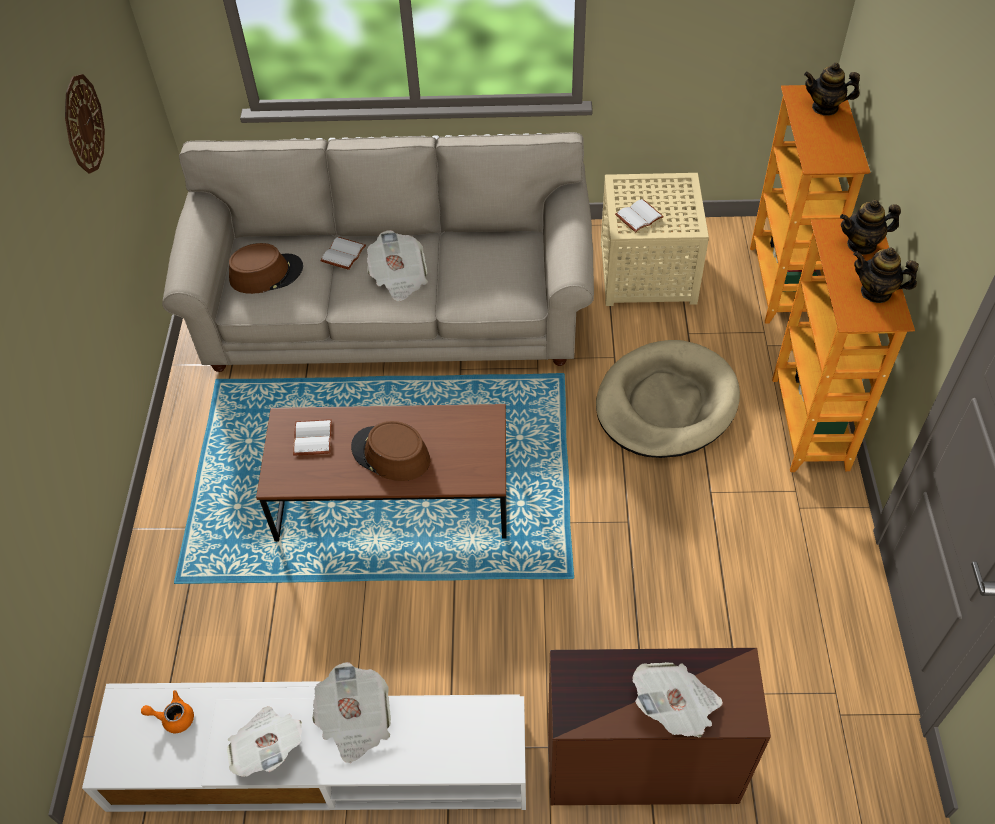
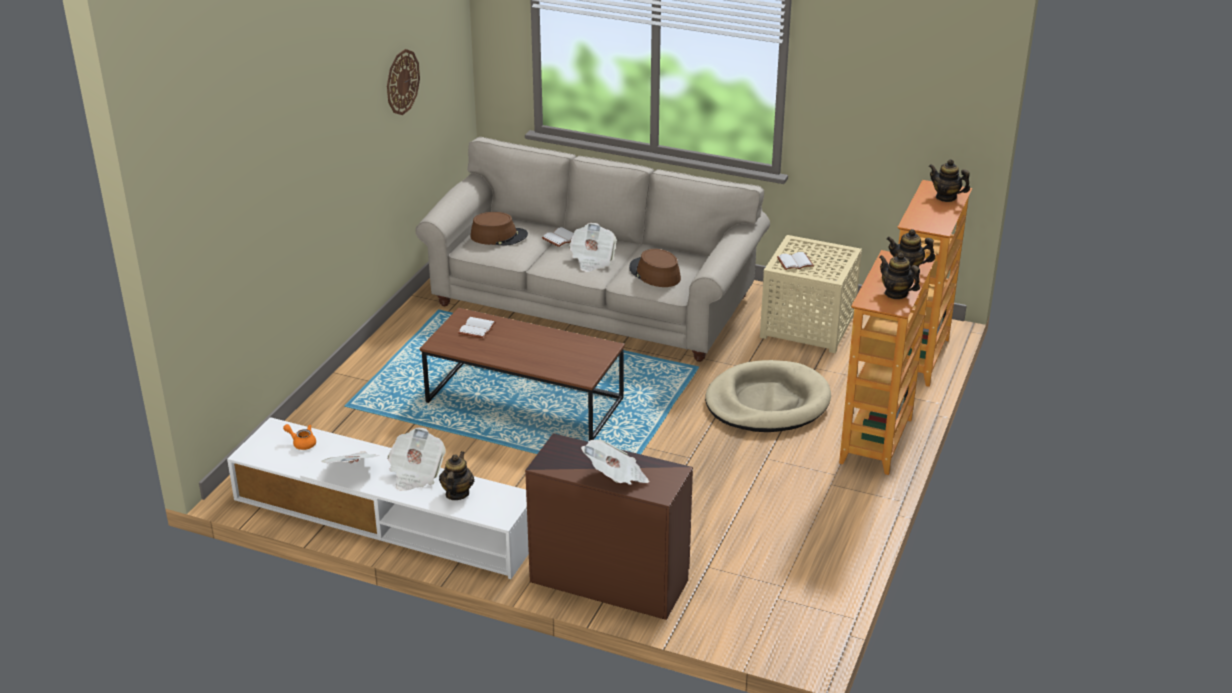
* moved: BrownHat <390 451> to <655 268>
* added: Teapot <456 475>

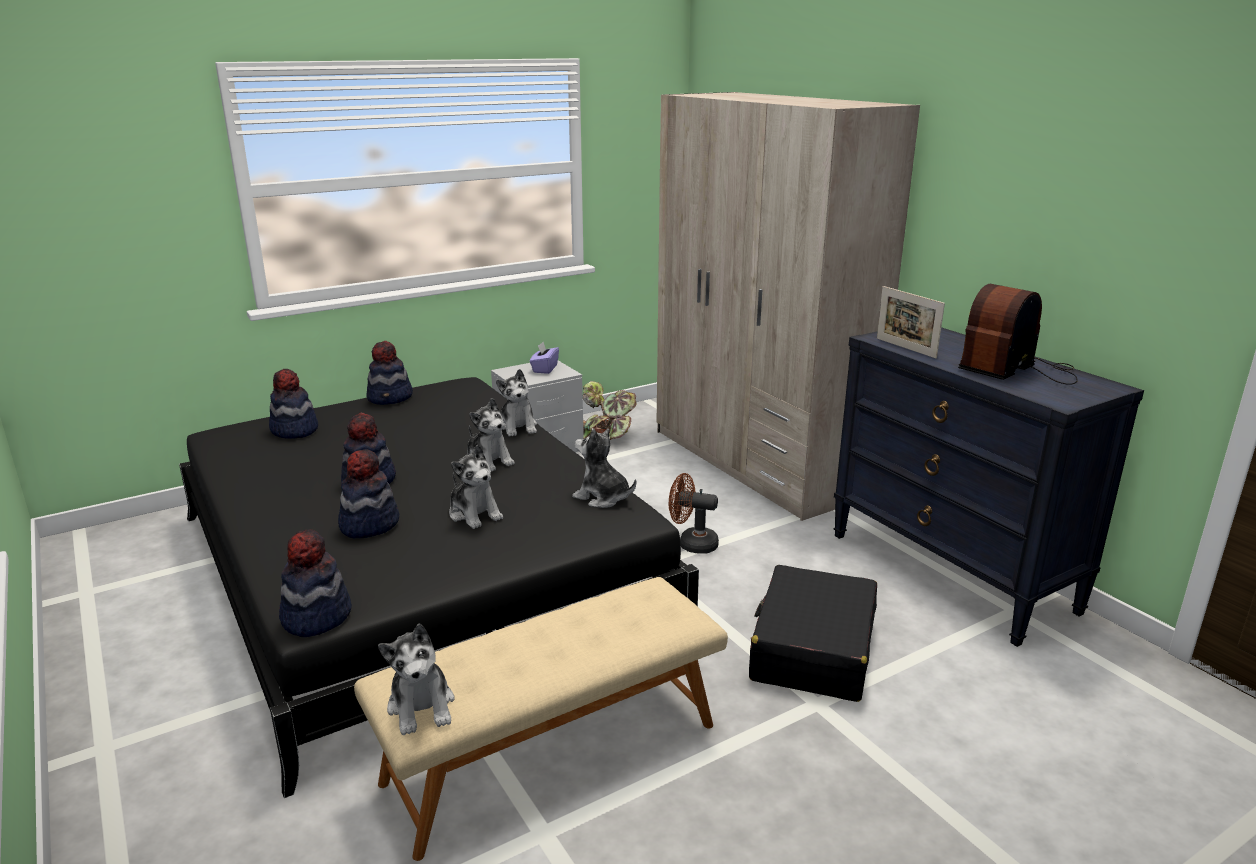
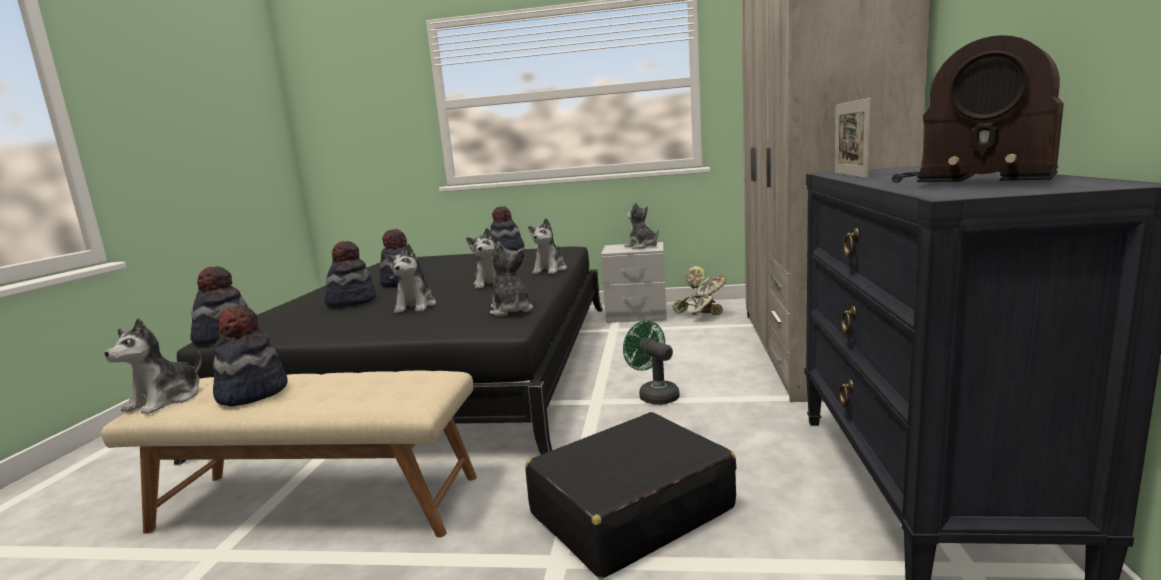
* turned: Radio <1018 334> = <978 109> 135 degrees counterclockwise
* replaced: PurpleTissueBox <544 358> to PlushToy <642 225>
* moved: Hat <293 404> to <250 356>
* recoloured: BrownFan <694 513> to GreenFan <651 363>

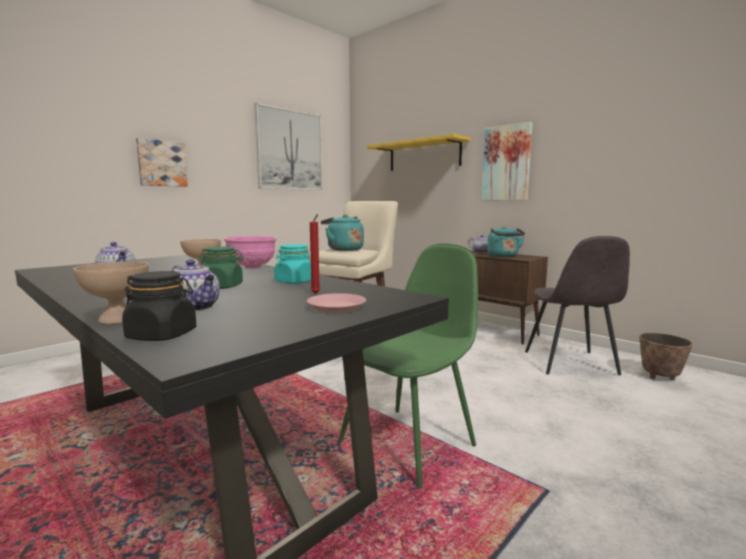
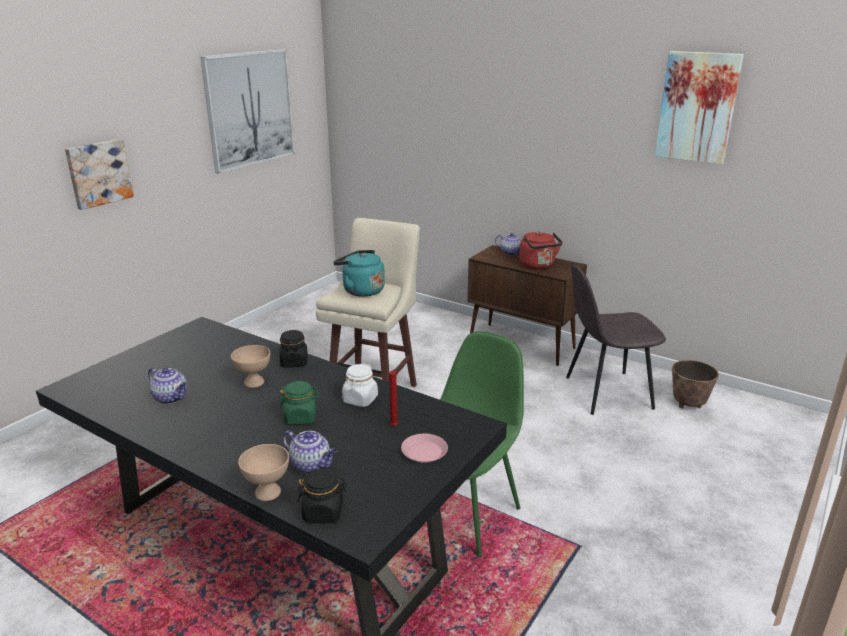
* moved: Picture <507 161> to <699 108>
* removed: YellowShelf <419 152>
* recoloured: TurquoiseKettle <506 241> to RedKettle <541 250>
* replaced: PinkBowl <250 252> to BlackJar <293 349>
* turned: GreyChair <577 305> = <616 339> 90 degrees clockwise
* recoloured: TurquoiseJar <292 264> to WhiteJar <360 385>

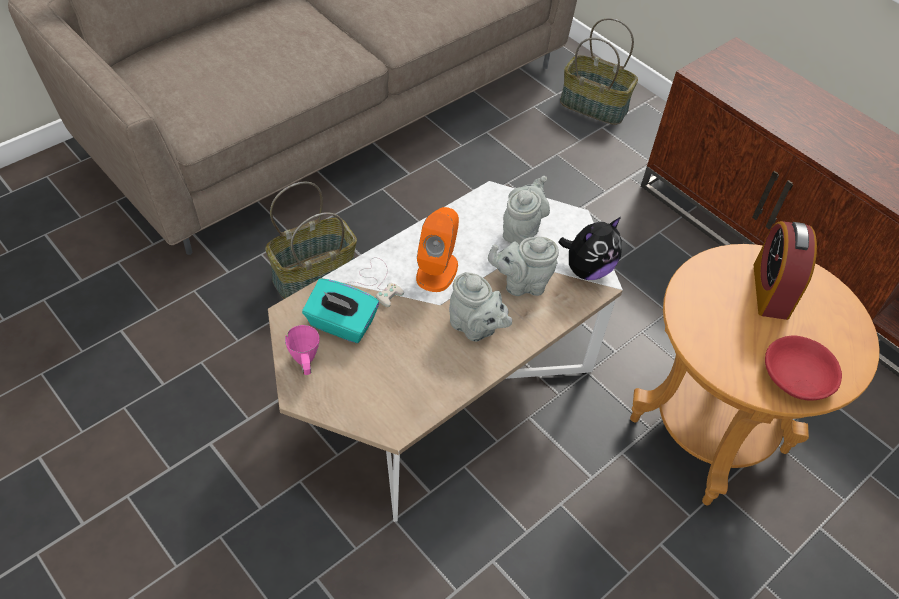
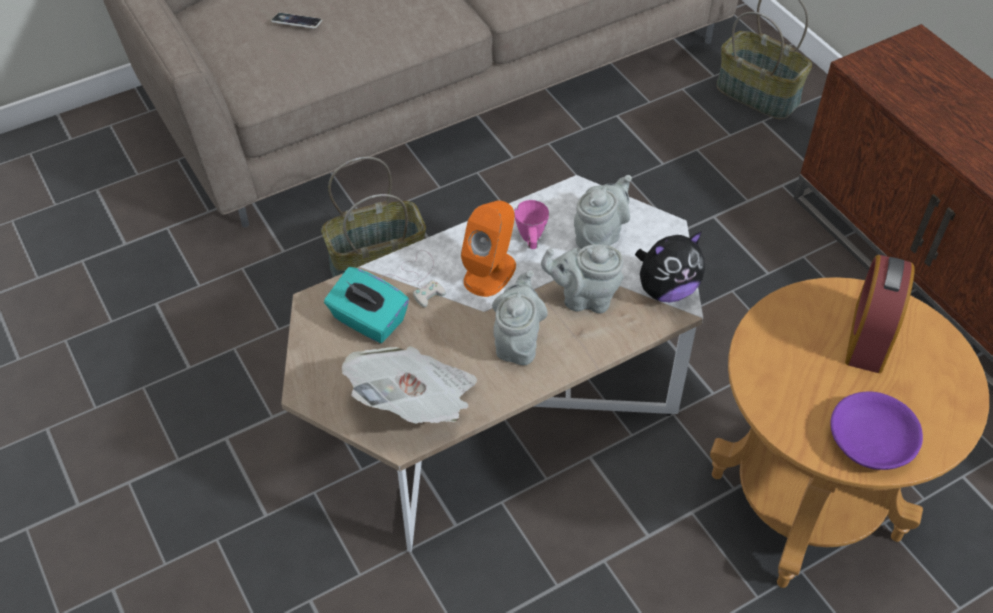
* turned: GreyTeapot <480 307> = <520 317> 135 degrees counterclockwise
* moved: PinkMug <302 350> to <531 224>
* recoloured: RedBowl <803 368> to PurpleBowl <877 430>
* added: Phone <296 20>
* added: Newspaper <409 385>

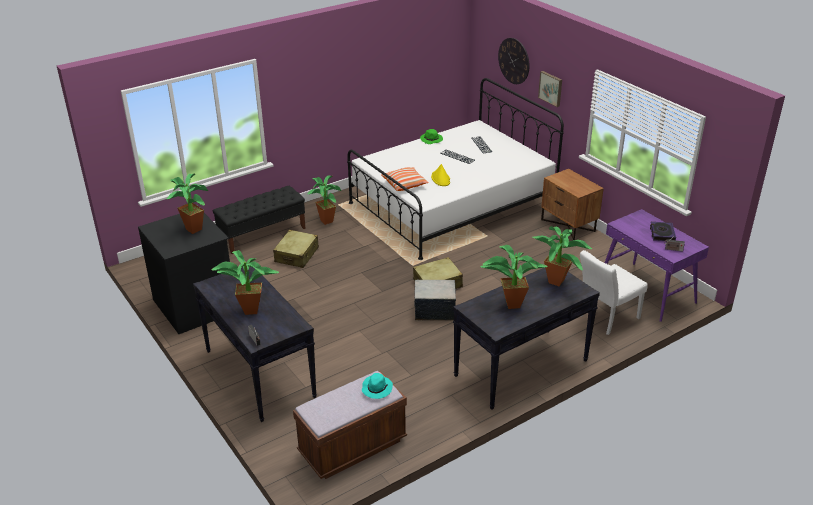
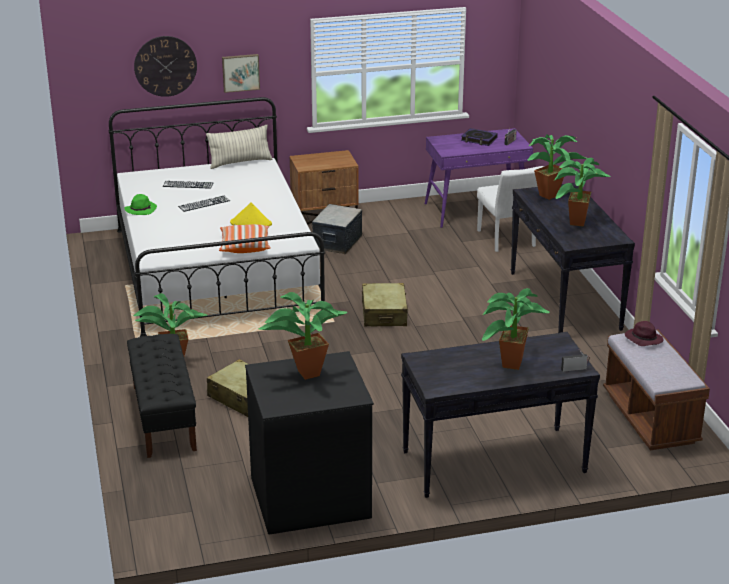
* moved: StorageBox <435 300> to <337 229>
* recoloured: TurquoiseHat <377 386> to PurpleHat <644 333>
* added: Pillow <239 147>

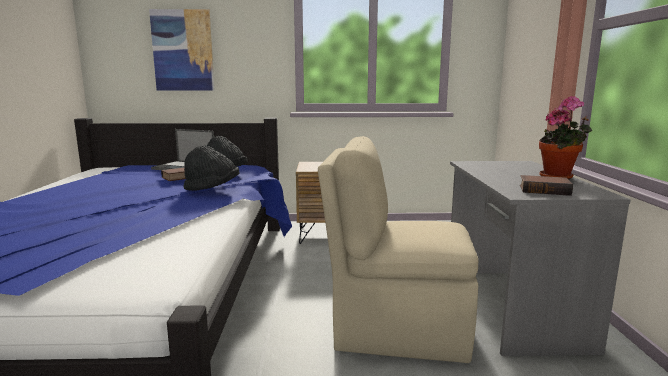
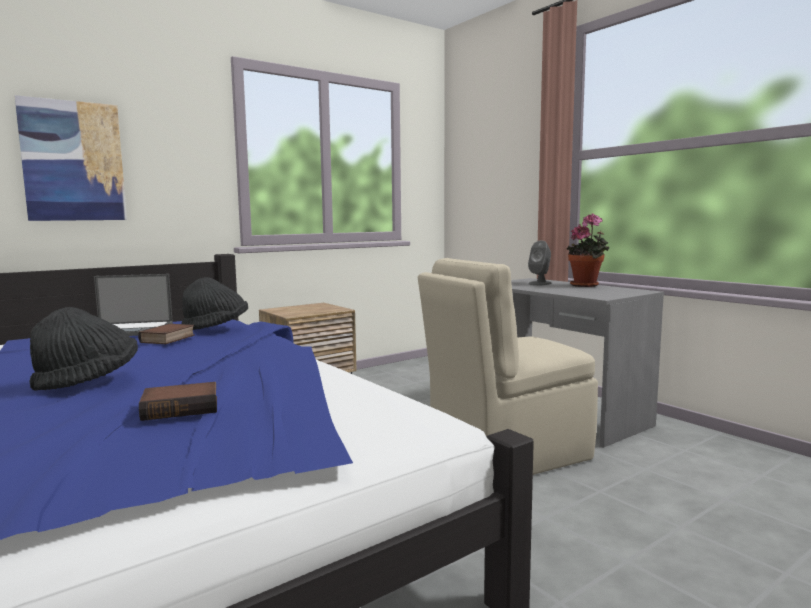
* moved: BlackHat <211 168> to <83 349>
* moved: Book <546 185> to <178 401>
* added: GreySpeaker <540 263>

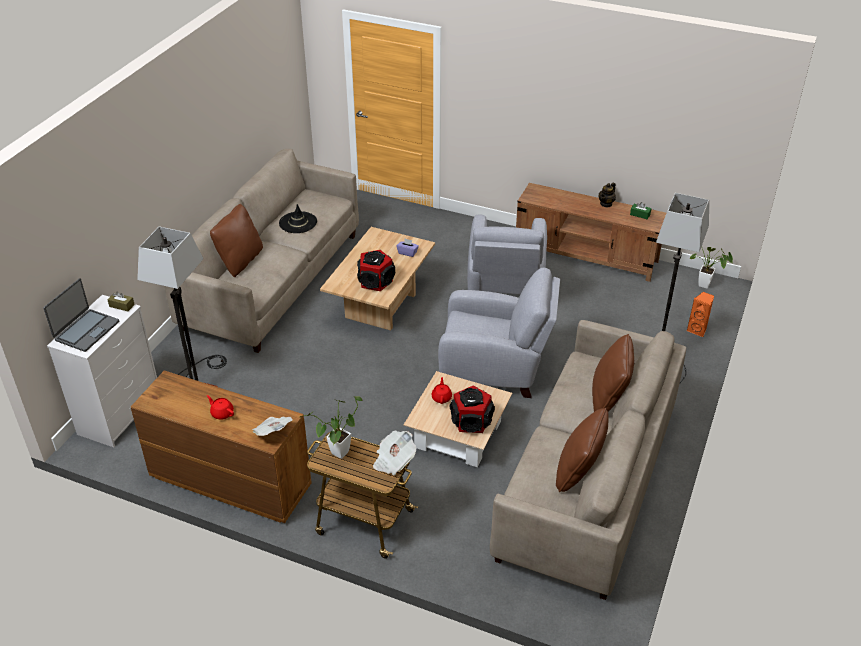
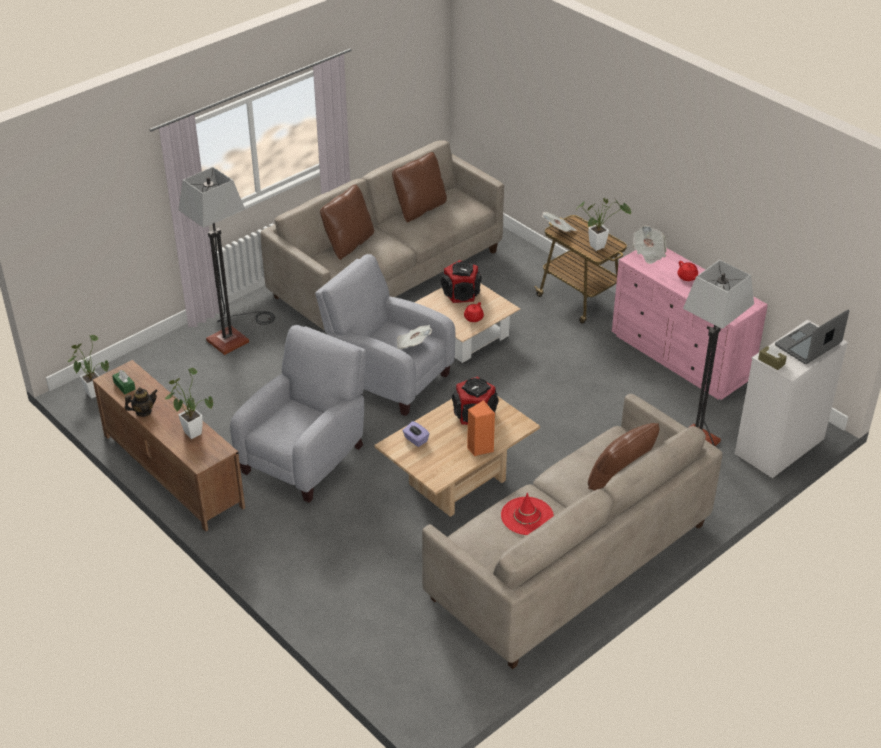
* recoloured: BlackHat <298 218> to RedHat <527 514>
* moved: OrangeSpeaker <700 314> to <481 428>
* recoloured: BrownDresser <221 446> to PinkDresser <690 324>
* added: Newspaper <414 337>
* added: PottedPlant <189 403>

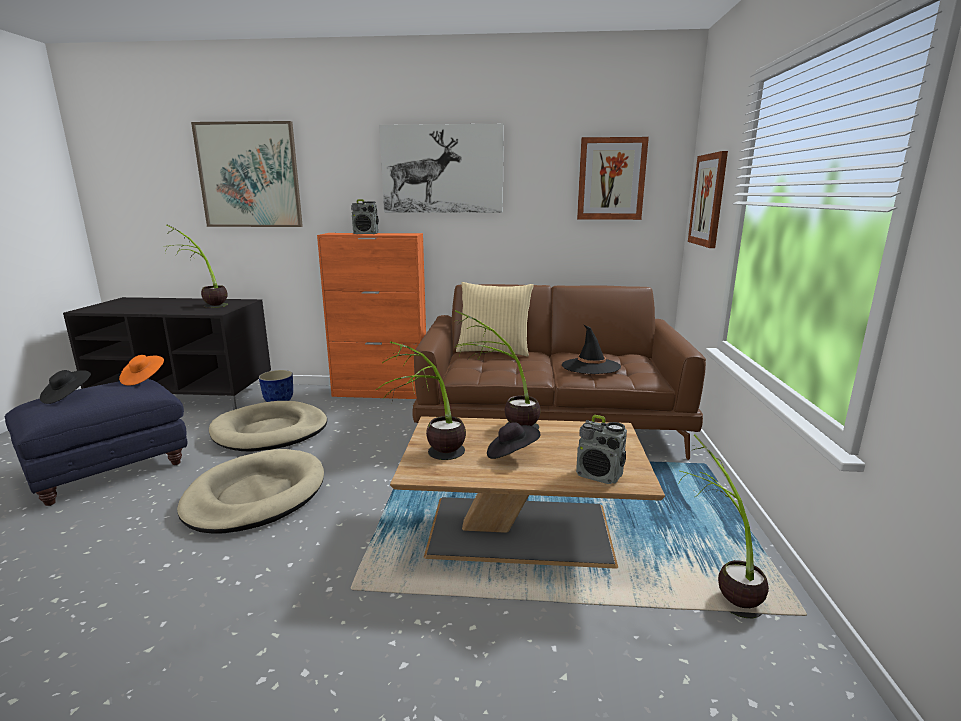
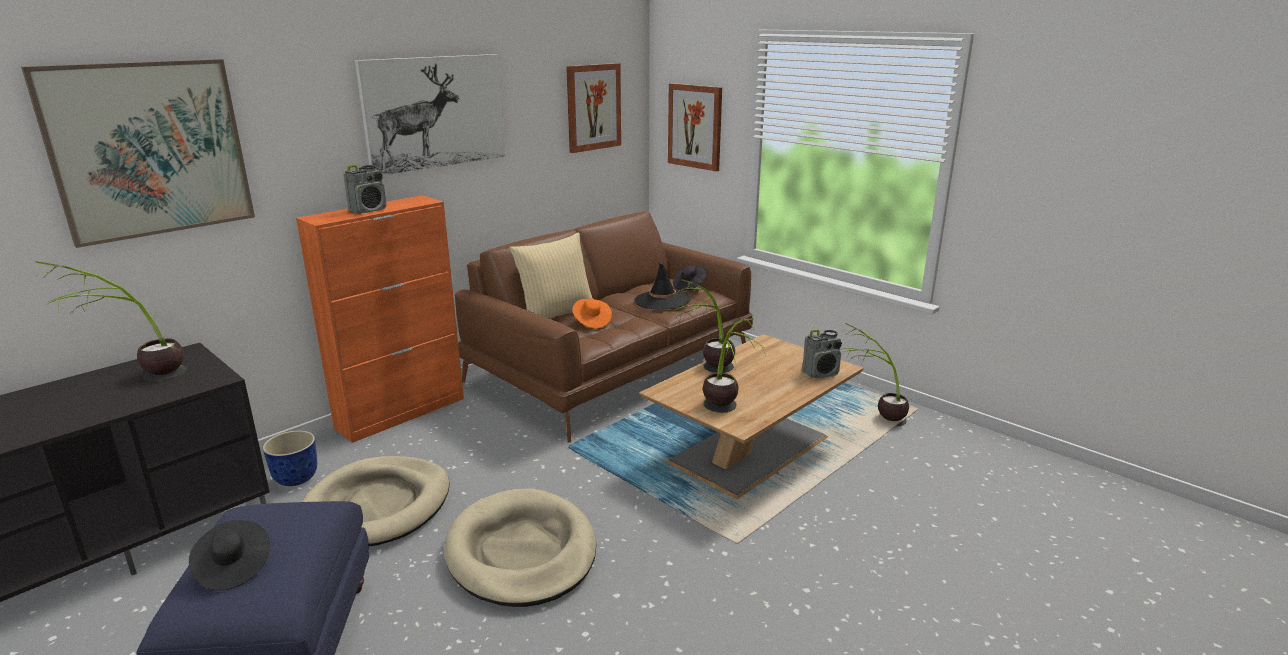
* moved: OrangeHat <141 370> to <592 313>
* moved: BlackHat <513 440> to <690 278>

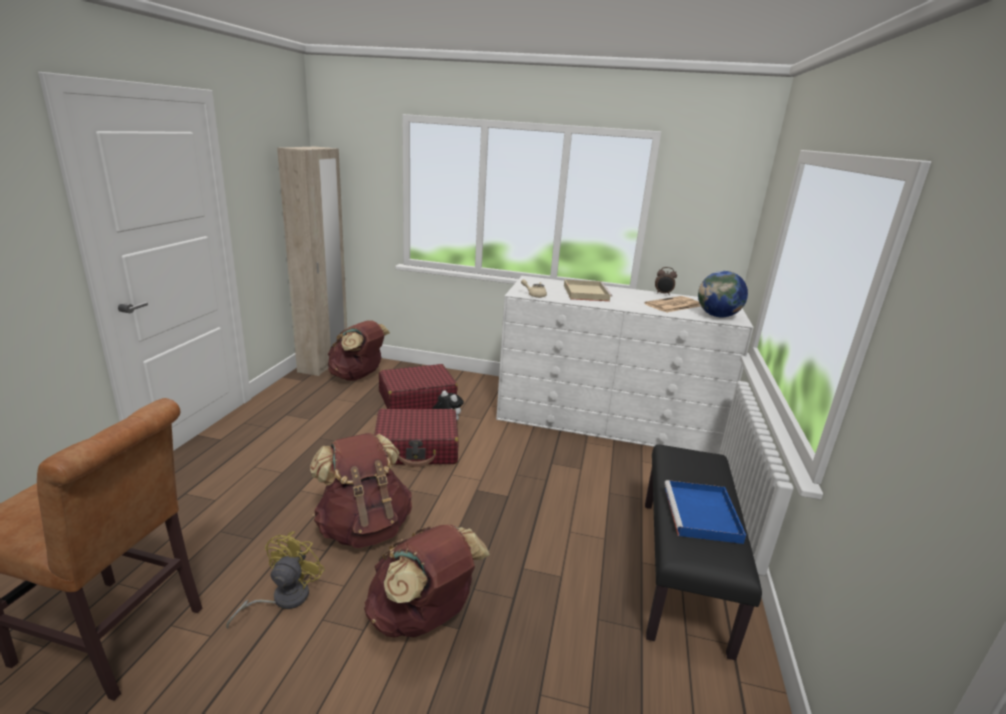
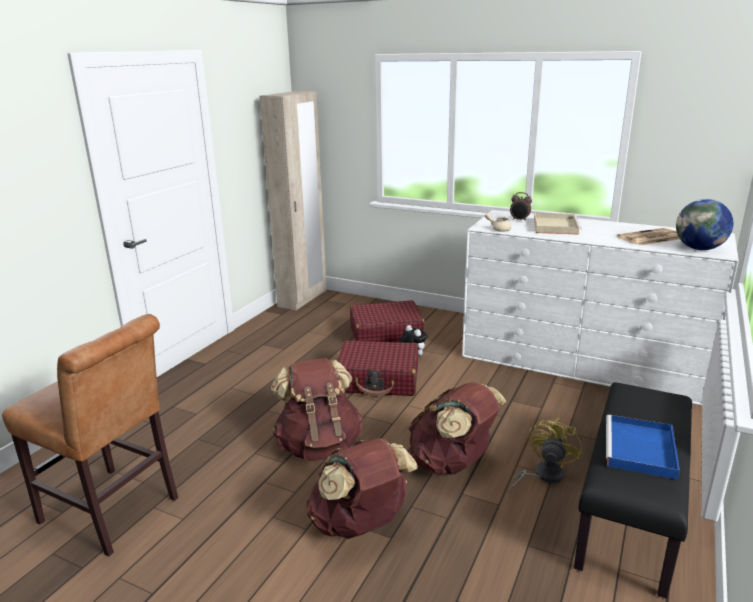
* moved: AlarmClock <666 281> to <521 207>
* moved: BrownBackpack <359 350> to <457 428>
* moved: YellowFan <275 580> to <546 455>

